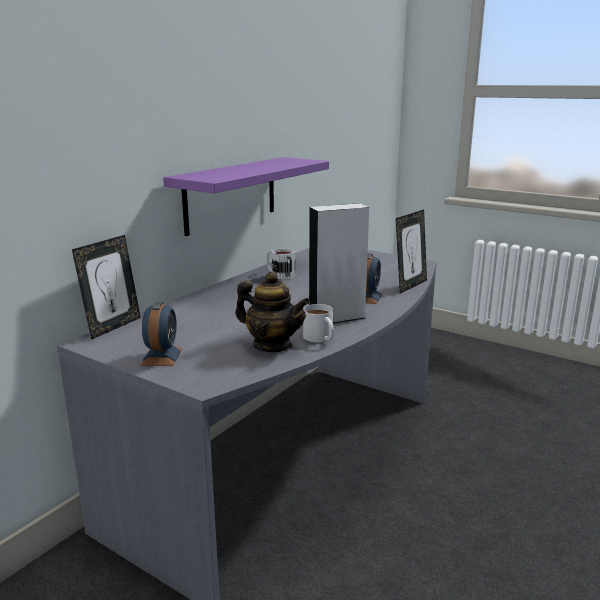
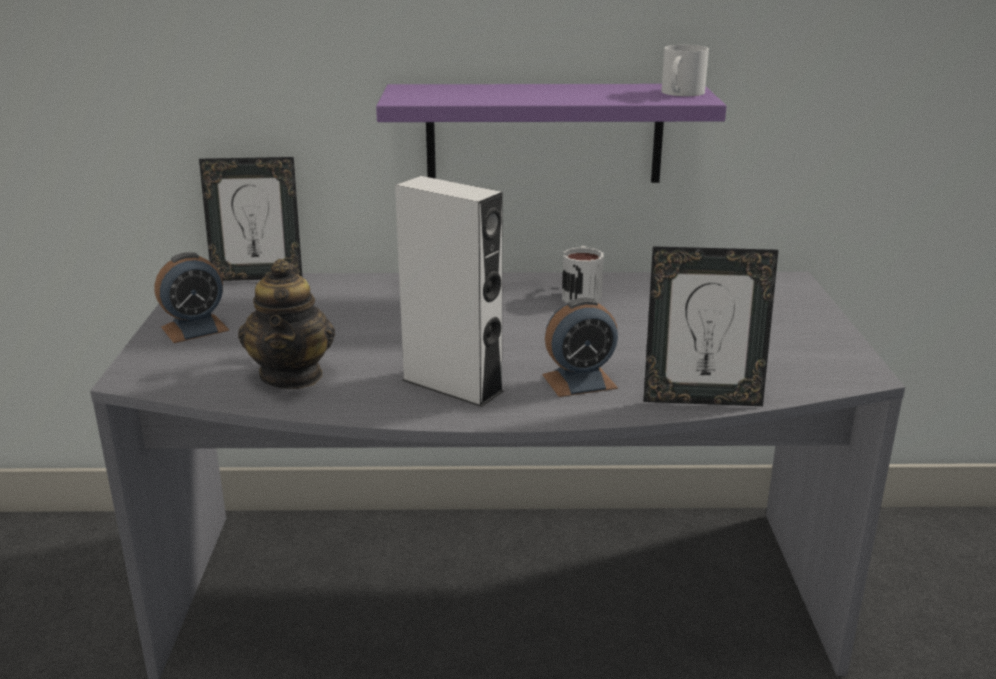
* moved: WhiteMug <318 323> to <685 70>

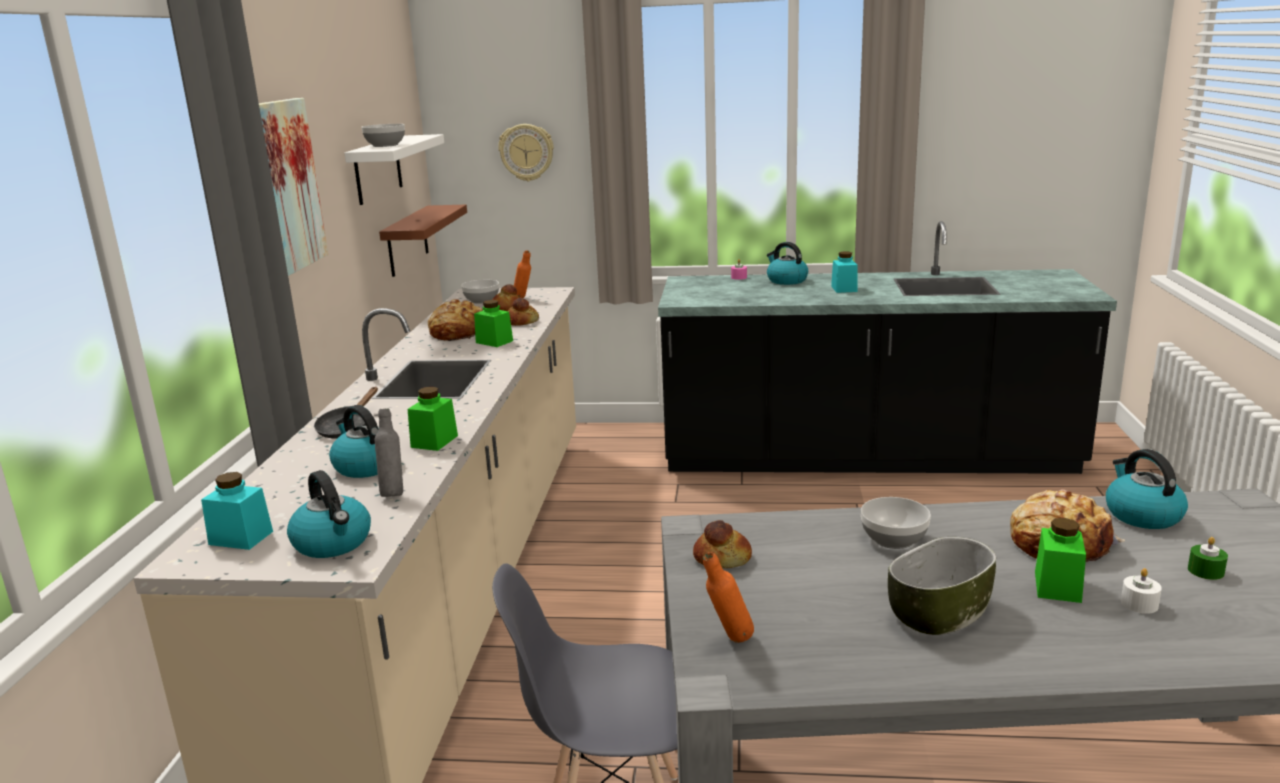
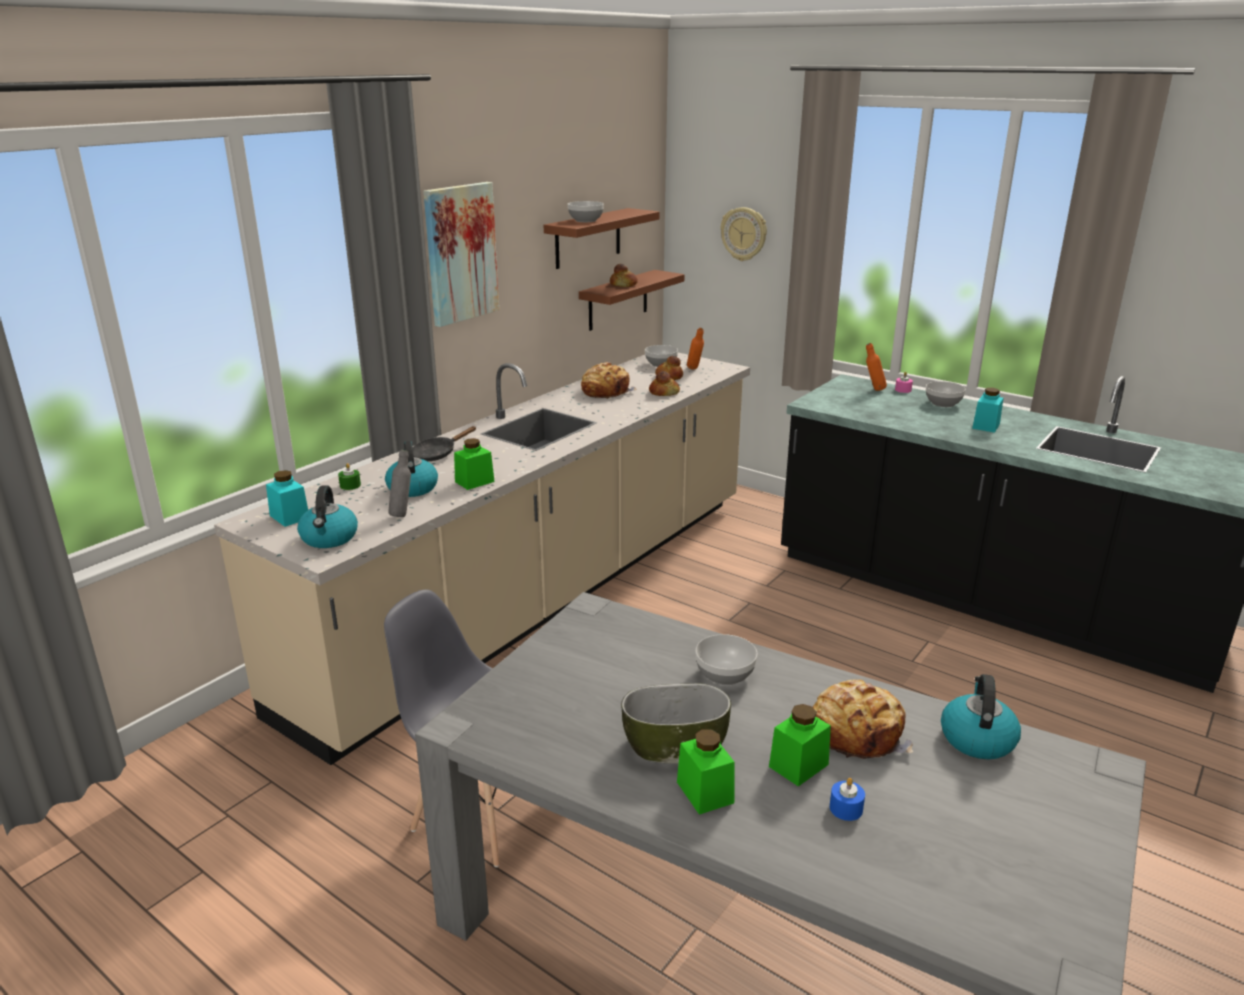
* recoloured: WhiteShelf <394 169> to BrownShelf <602 238>
* replaced: Kettle <787 263> to Bowl <946 394>
* moved: GreenJar <493 323> to <706 772>
* moved: Bread <722 544> to <624 275>
* moved: GreenCandle <1208 558> to <349 476>
* moved: OrangeBottle <728 597> to <876 367>
* recoloured: WhiteCandle <1141 591> to BlueCandle <847 799>

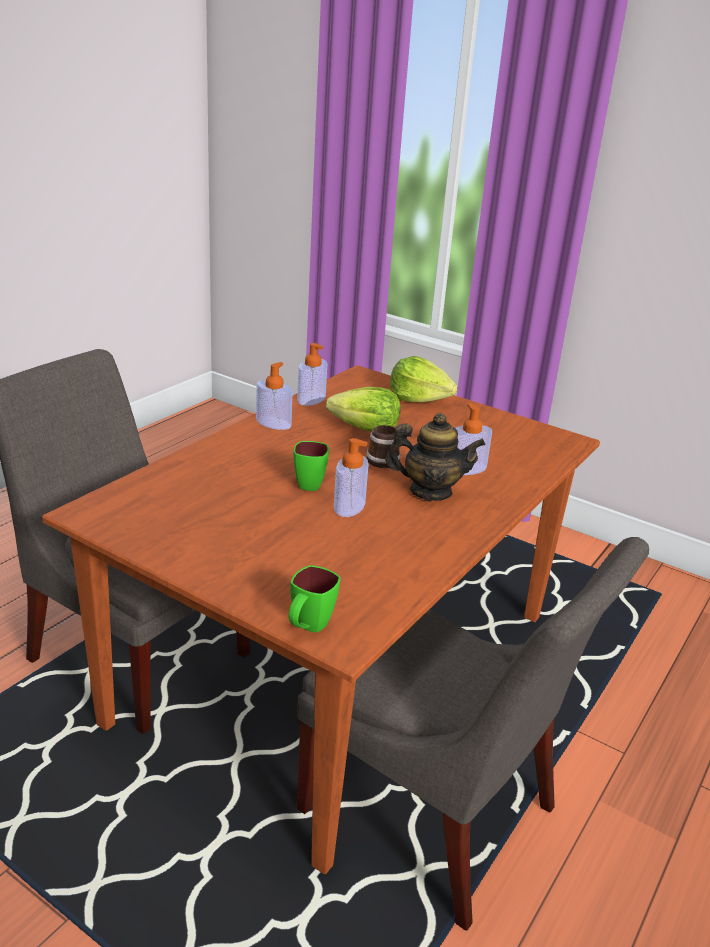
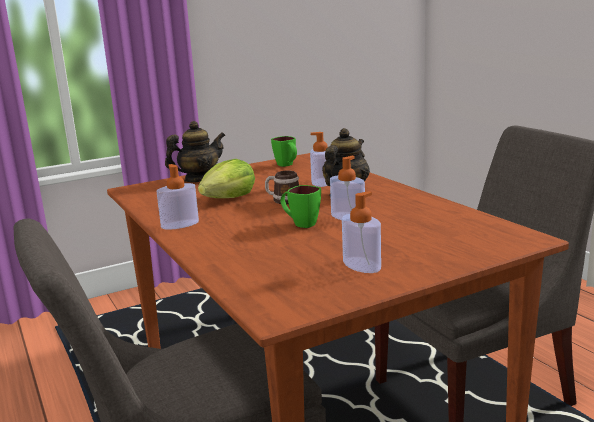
* moved: SoapDispenser <312 374> to <361 232>
* replaced: Lettuce <423 379> to Teapot <195 151>
* moved: GreenMug <314 599> to <284 151>

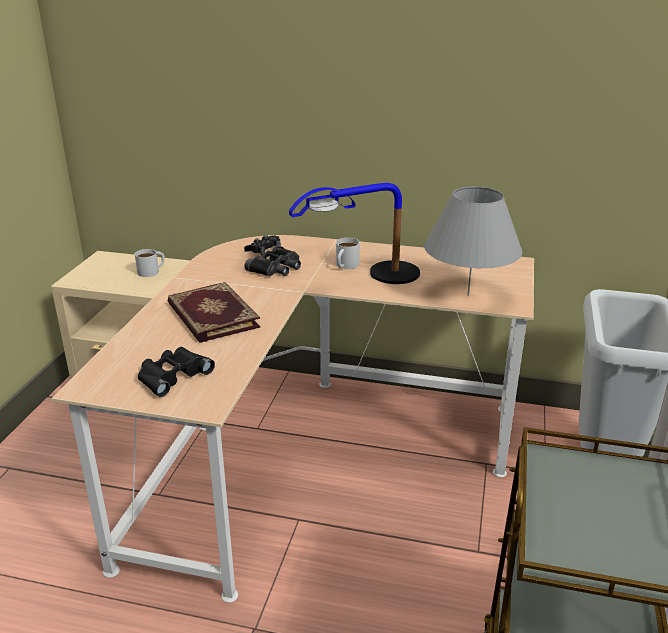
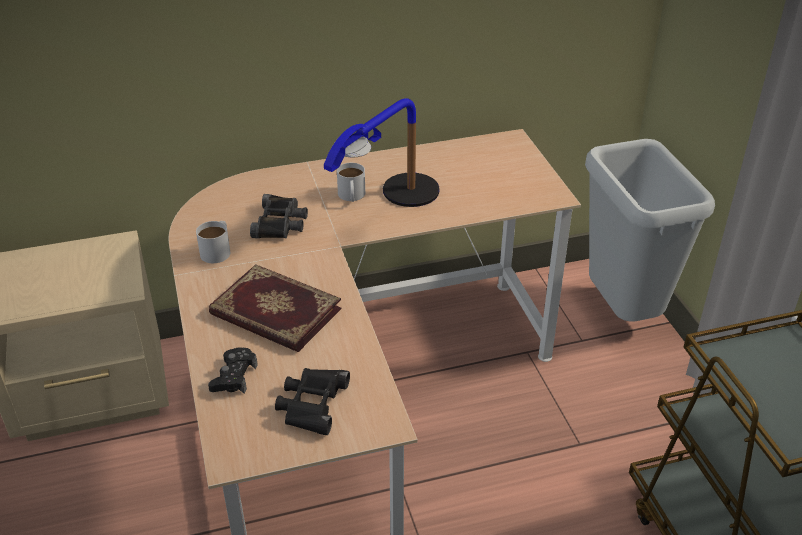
* removed: GreyTableLamp <473 241>
* moved: BlackGameController <262 245> to <233 370>
* moved: WhiteMug <150 263> to <213 242>

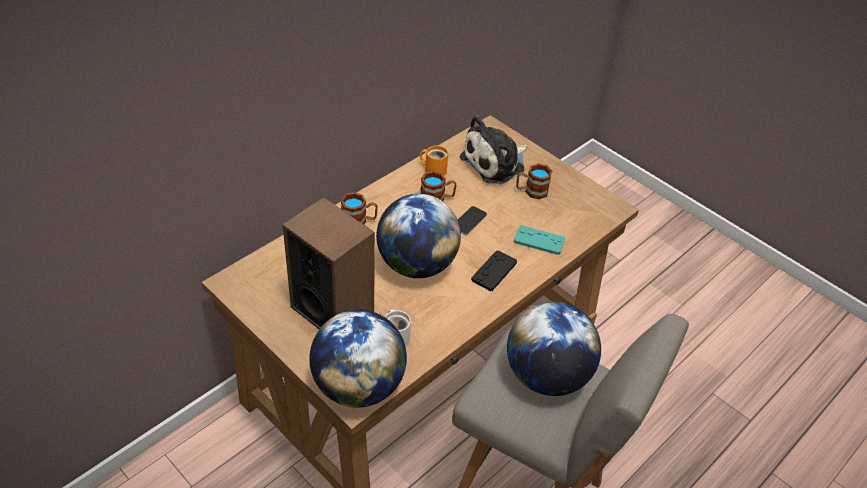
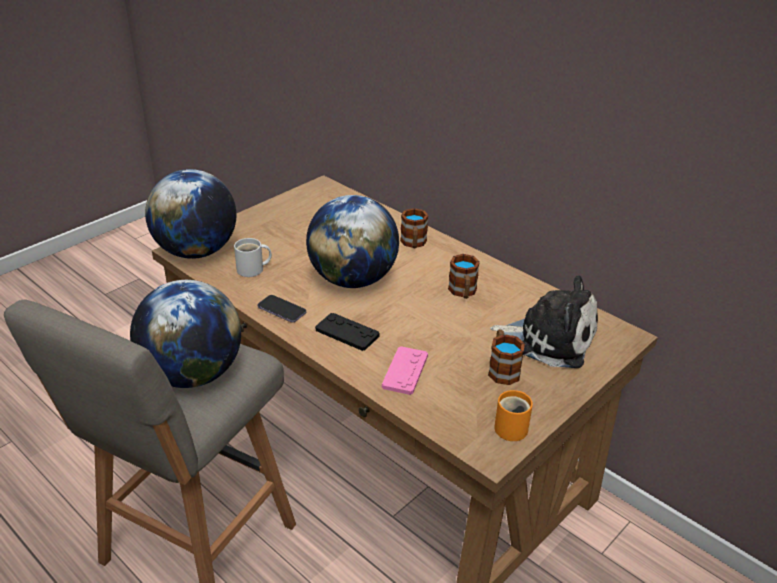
* turned: PlushToy <493 150> = <544 321> 150 degrees clockwise
* moved: OrangeMug <434 160> to <513 415>
* removed: Speaker <328 263>
* moved: Phone <472 220> to <282 309>
* recoloured: TurquoiseGameController <539 240> to PinkGameController <405 370>

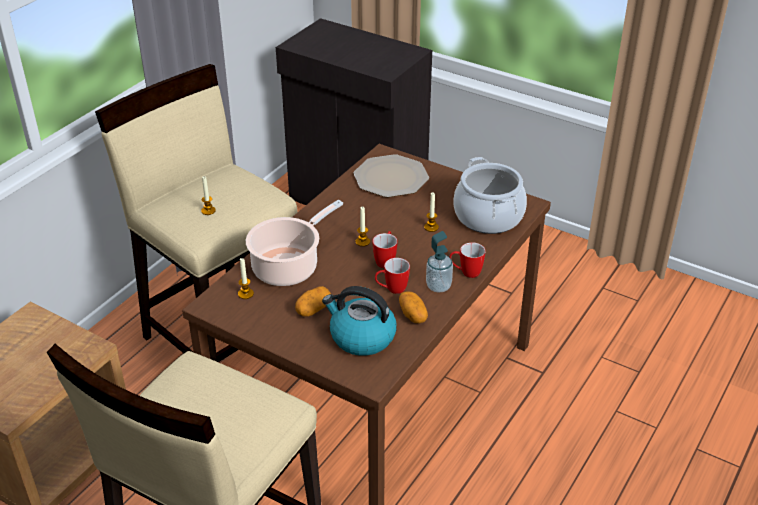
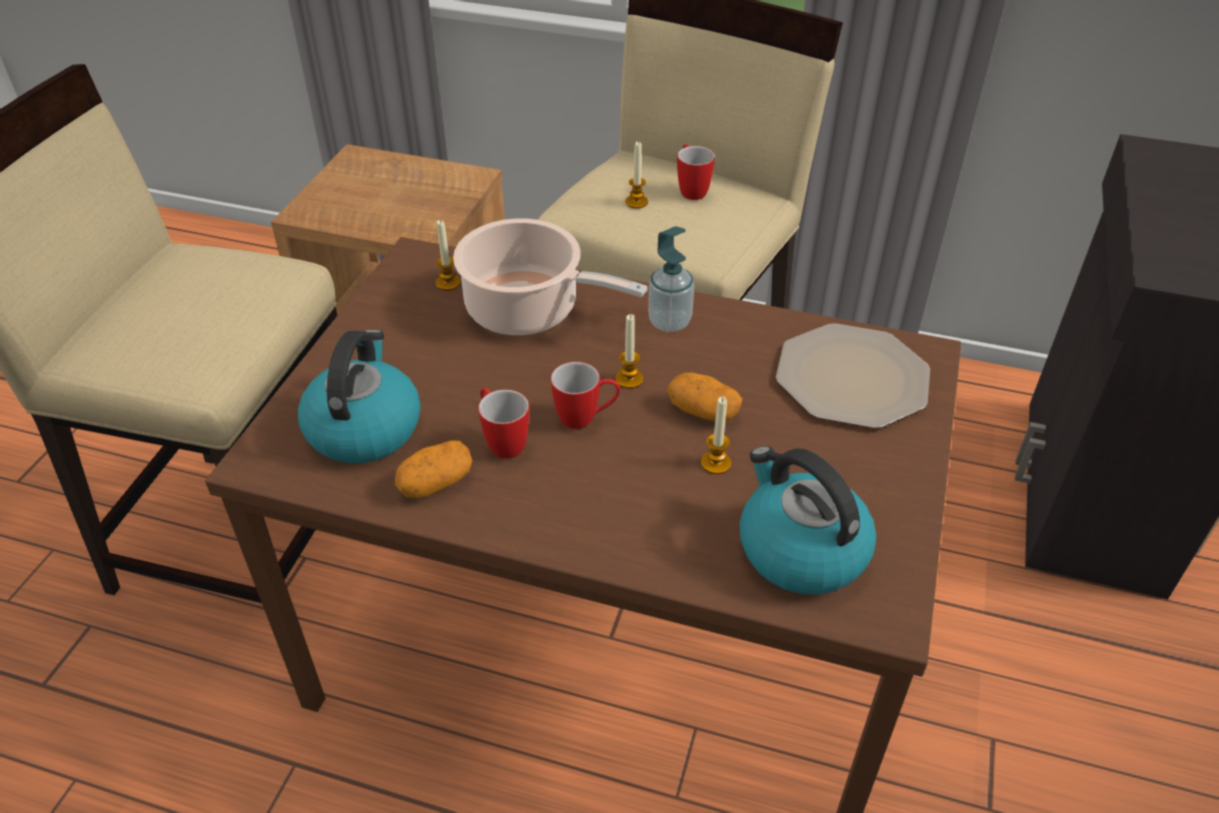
* replaced: CookingPot <490 195> to Kettle <808 520>
* moved: SoapDispenser <439 261> to <671 279>
* moved: Mug <467 260> to <696 172>
* moved: Potato <313 301> to <704 397>

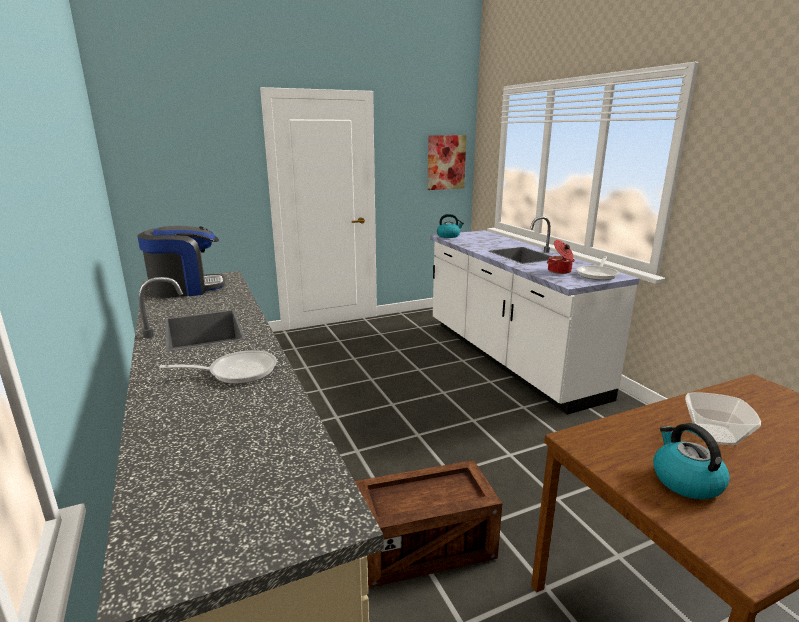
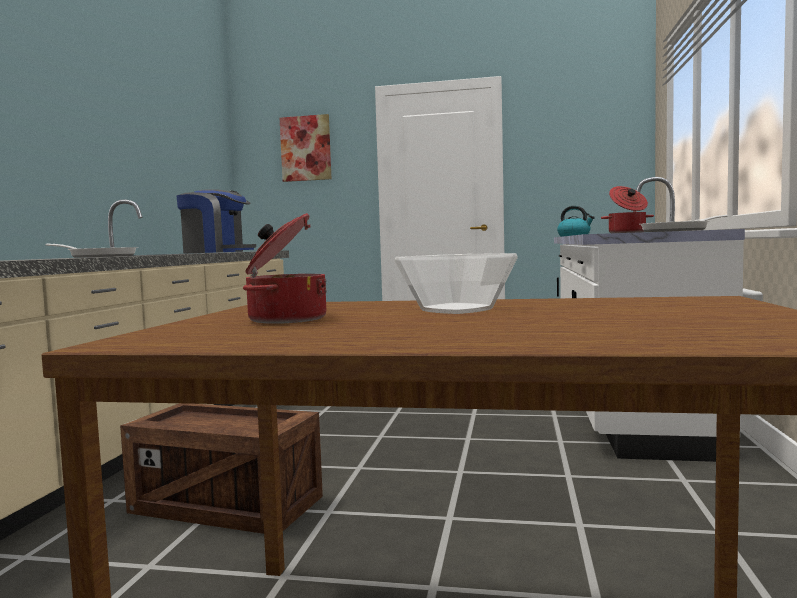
* moved: Picture <446 162> to <305 148>
* replaced: Kettle <691 461> to CookingPot <285 268>

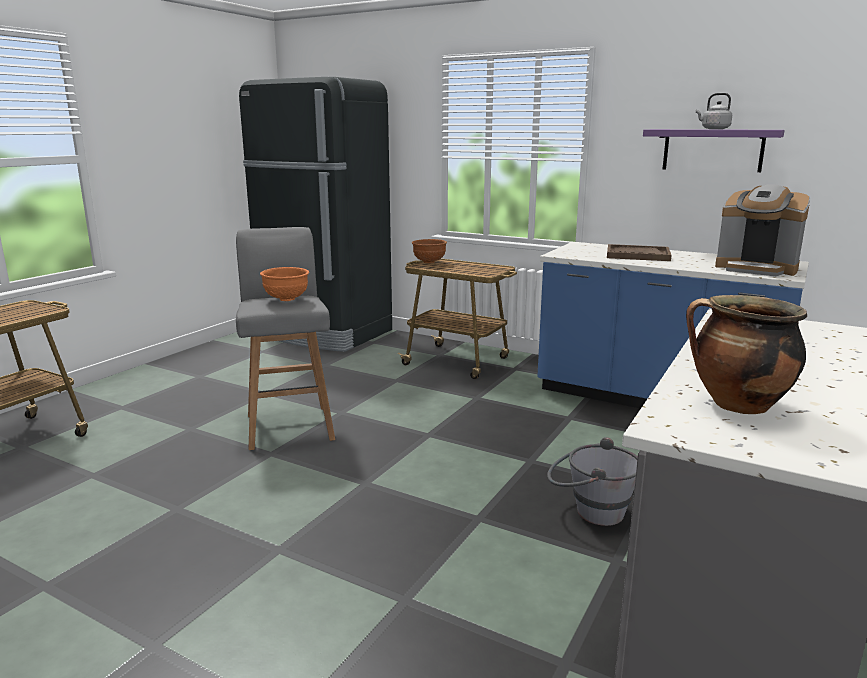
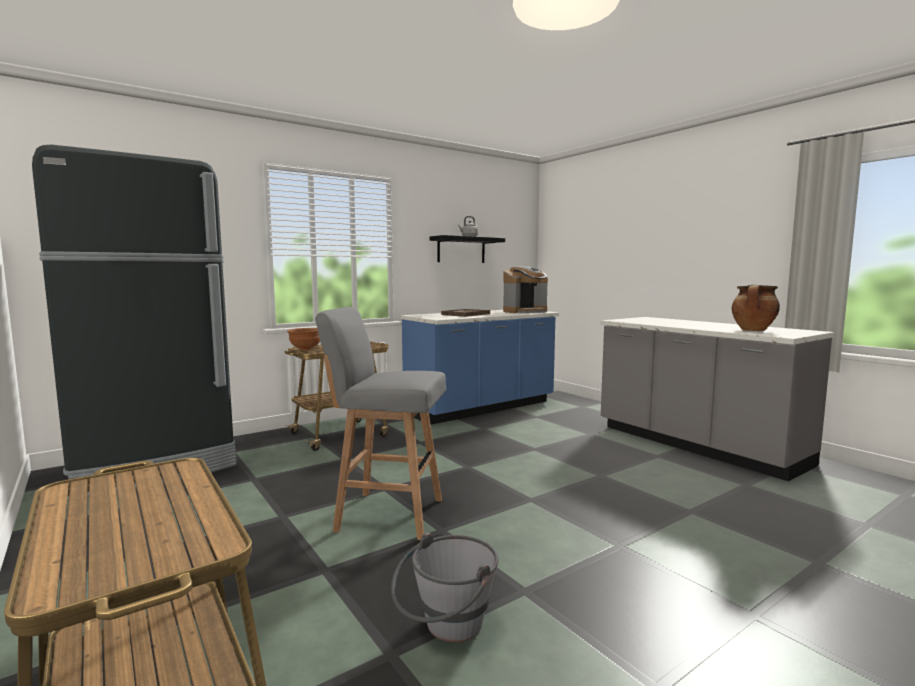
* recoloured: PurpleShelf <714 150> to BlackShelf <467 249>
* removed: OrangeBowl <284 284>
* moved: GreyBucket <592 481> to <445 587>

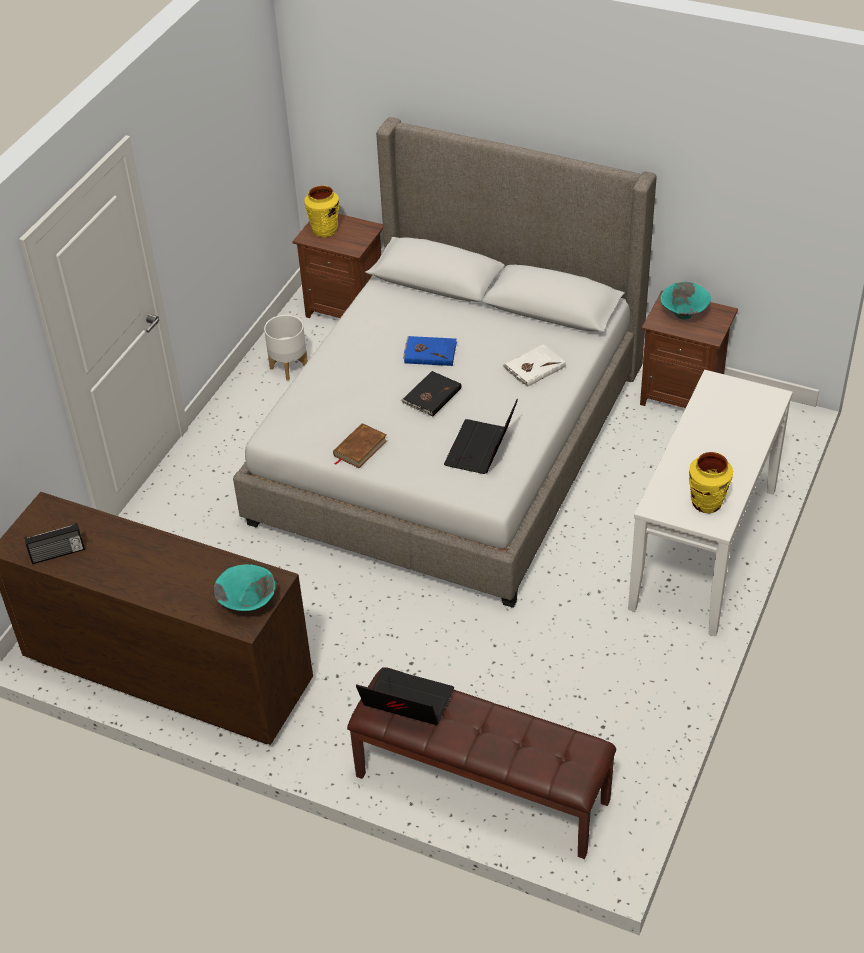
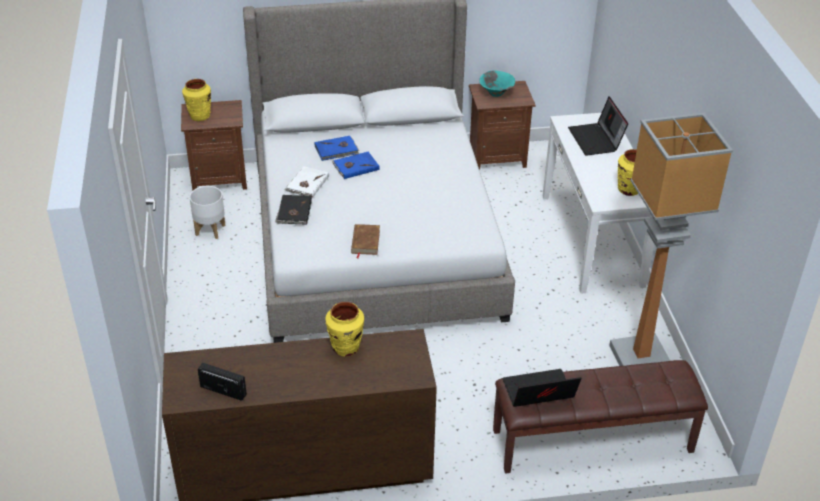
* moved: WhiteBook <534 365> to <307 182>
* moved: BlackBook <431 393> to <293 210>
* moved: Laptop <481 436> to <598 126>
* turned: Radio <55 543> = <222 382> 105 degrees counterclockwise
* removed: TurquoiseBowl <245 588>
* added: FloorLamp <671 239>
* added: BlueBook <336 148>
* added: YellowVase <345 329>

